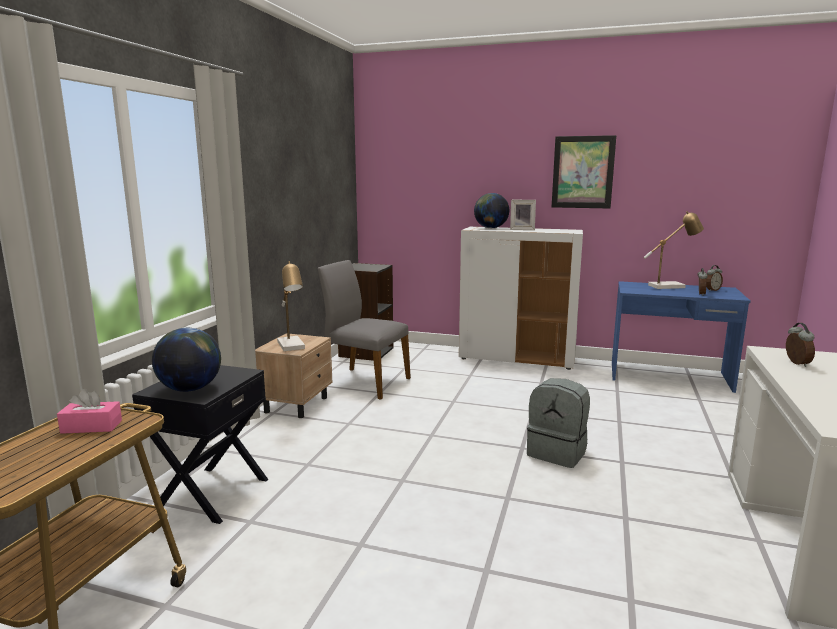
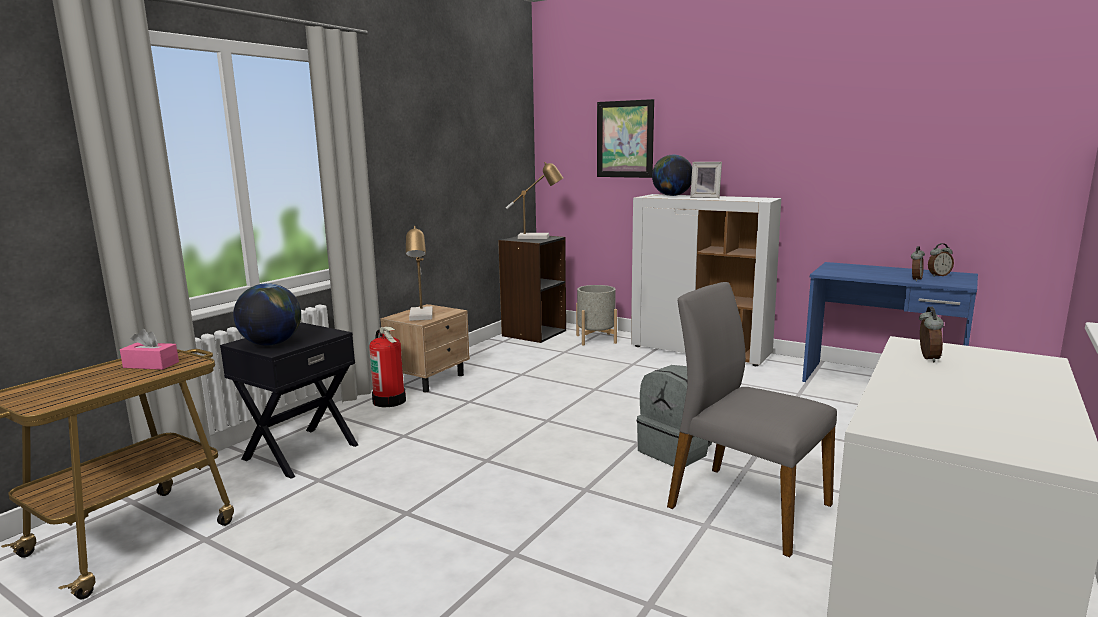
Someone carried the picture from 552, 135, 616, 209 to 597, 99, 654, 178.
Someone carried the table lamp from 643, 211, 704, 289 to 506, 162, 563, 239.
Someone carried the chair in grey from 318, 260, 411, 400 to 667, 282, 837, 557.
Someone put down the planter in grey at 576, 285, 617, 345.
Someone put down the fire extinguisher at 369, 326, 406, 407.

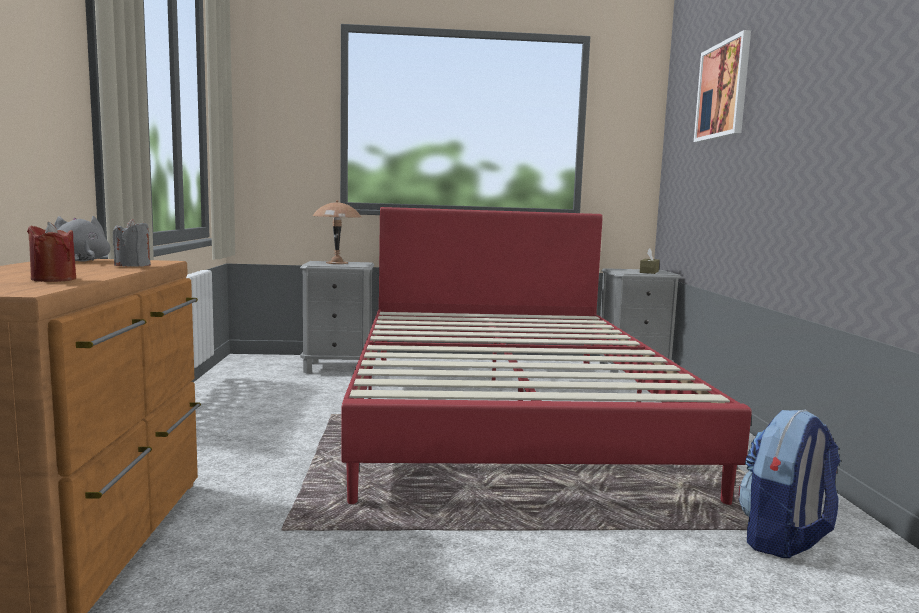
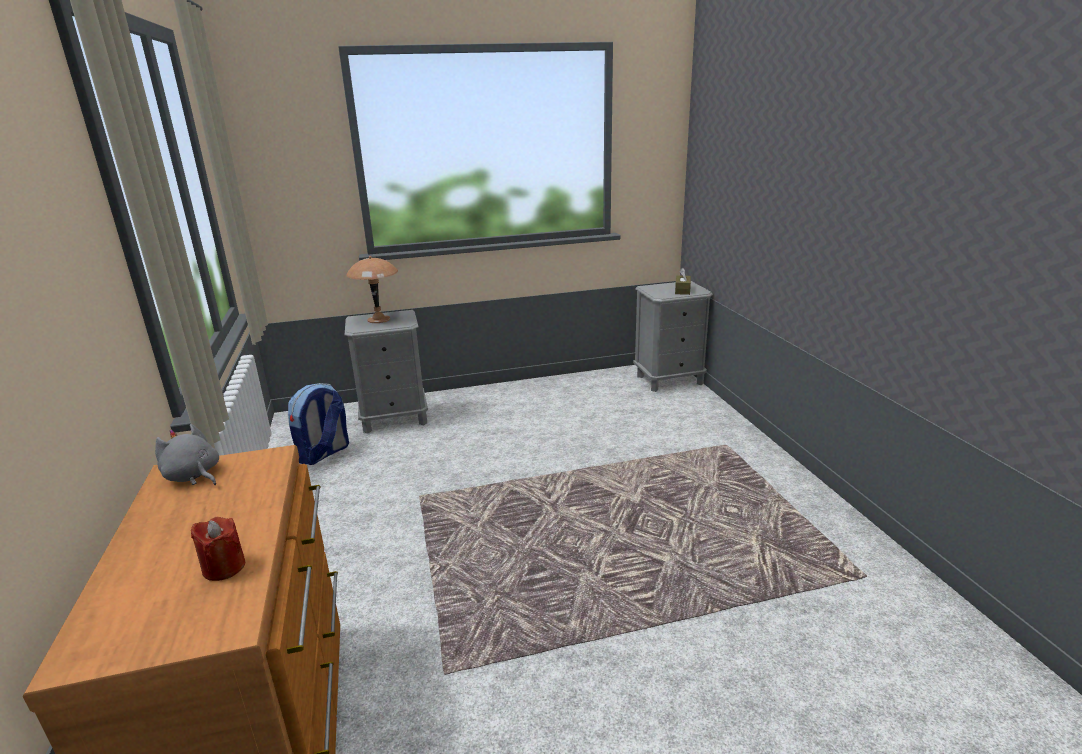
Someone took away the picture at 694, 30, 751, 143.
Someone took away the bed in red at 341, 207, 752, 505.
Someone took away the candle in grey at 113, 219, 151, 267.
Someone carried the backpack from 738, 410, 840, 558 to 288, 383, 349, 465.

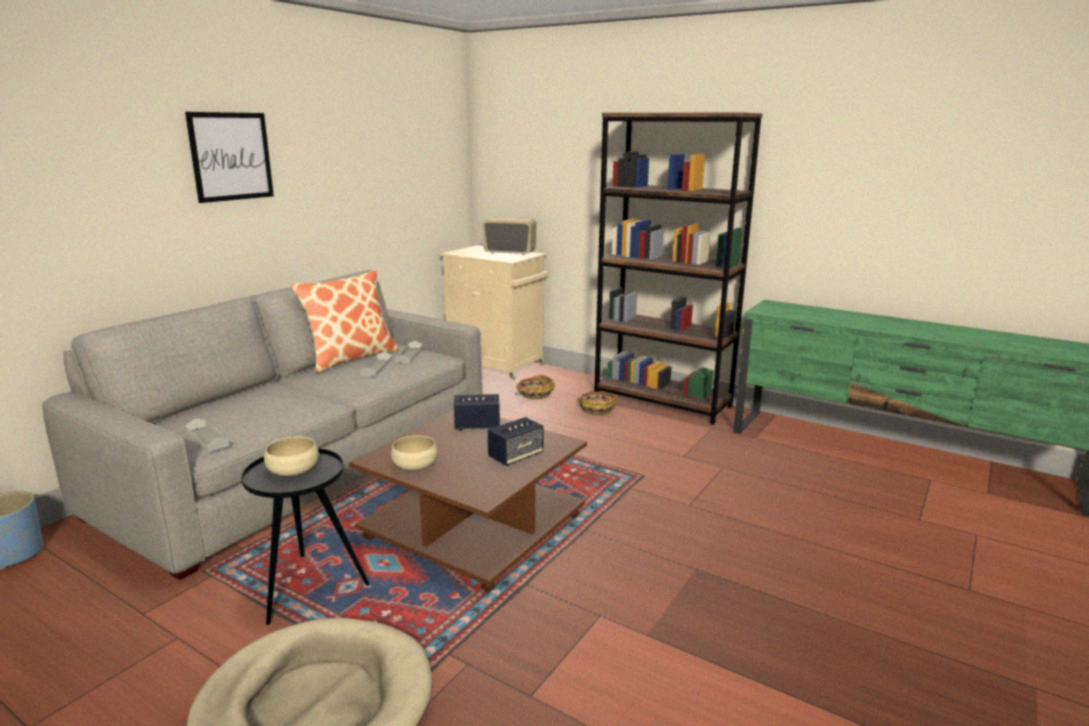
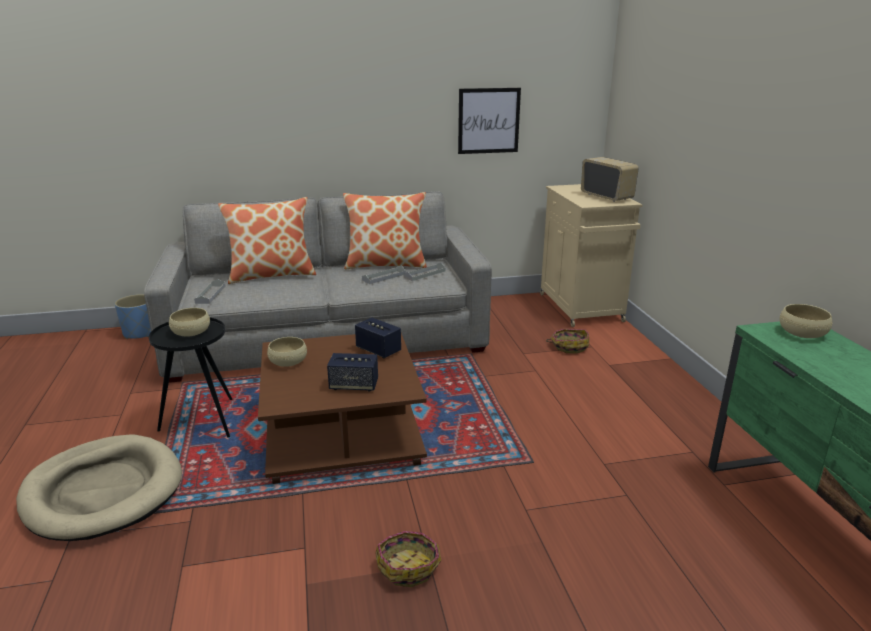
Someone carried the picture from 185, 112, 274, 203 to 458, 88, 521, 154.
Someone took away the bookcase in brown at 594, 113, 763, 425.
Someone carried the basket from 577, 392, 617, 415 to 375, 531, 442, 587.
Someone put down the pillow at 218, 197, 316, 284.
Someone put down the bowl in beige at 780, 304, 832, 338.

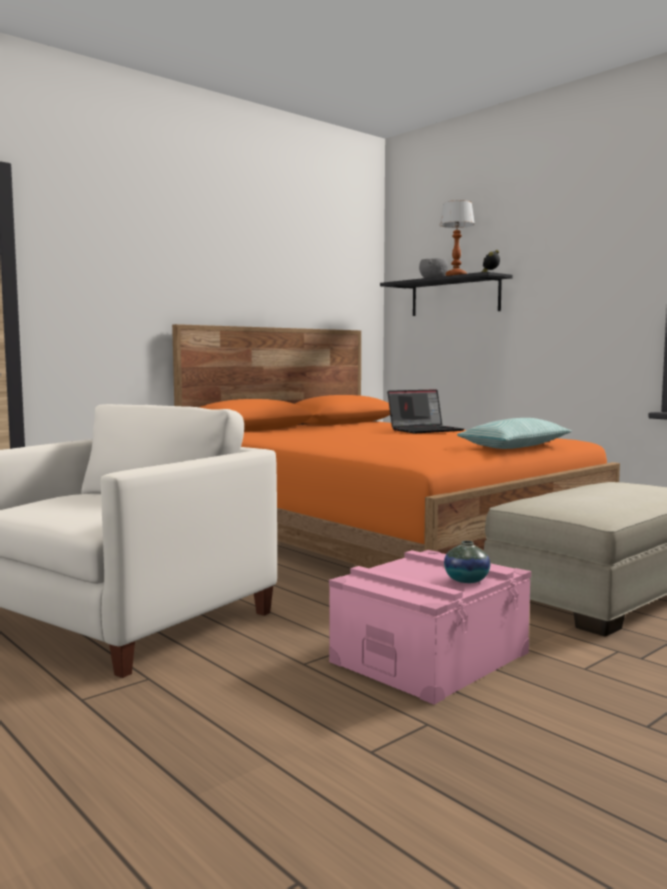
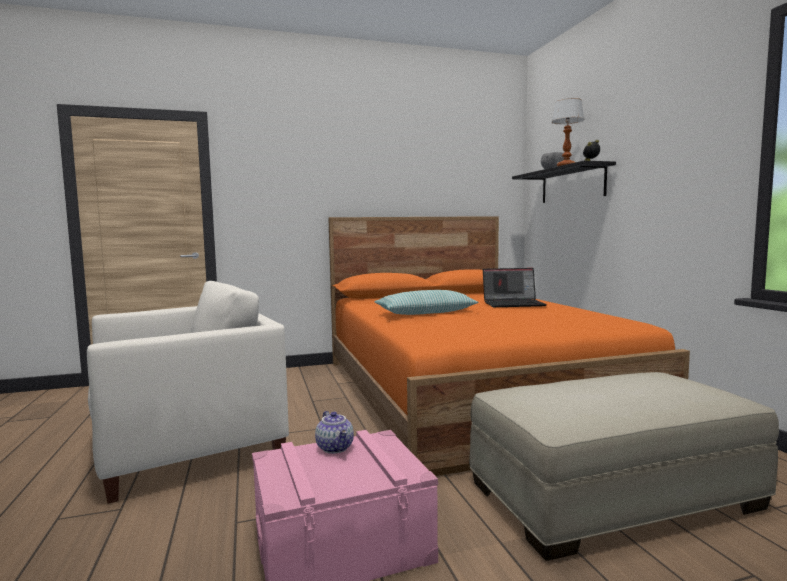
Someone carried the pillow from 457, 418, 572, 449 to 375, 290, 479, 315.
Someone took away the vase at 444, 541, 490, 583.
Someone put down the teapot at 315, 411, 354, 454.

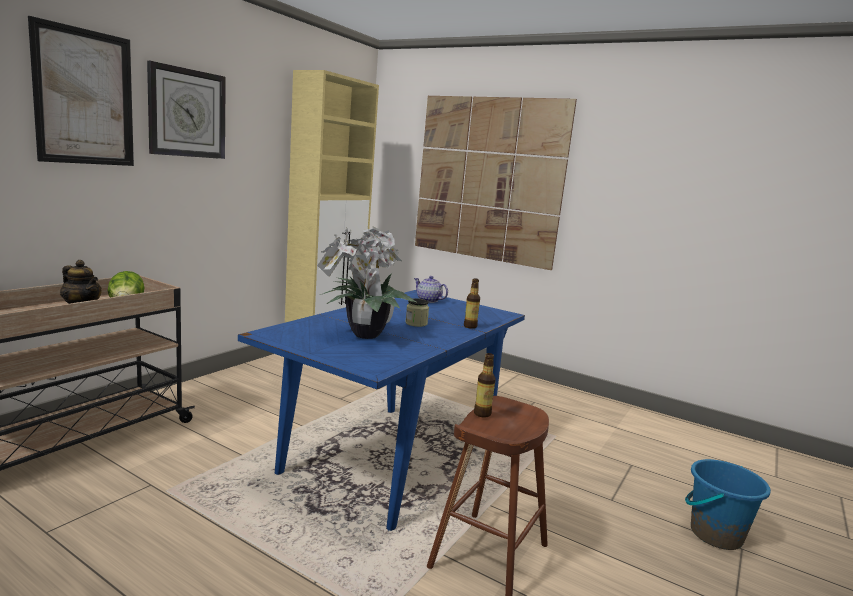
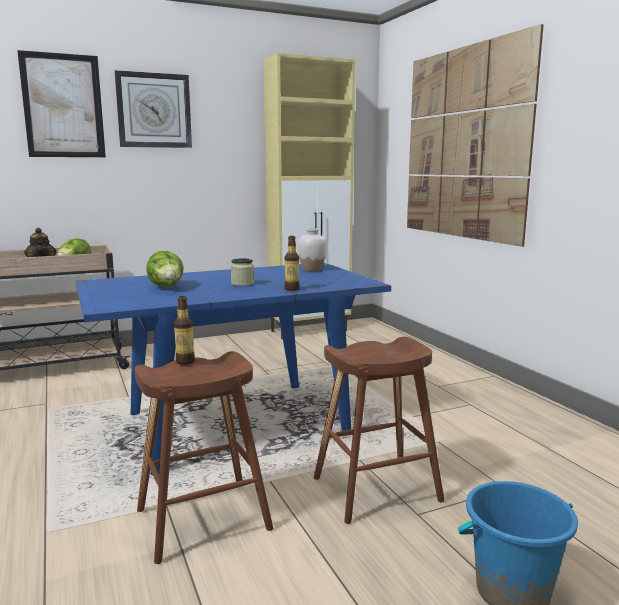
Someone swapped the potted plant at 317, 226, 416, 339 for the lettuce at 146, 251, 184, 287.
Someone swapped the teapot at 414, 276, 448, 303 for the vase in white at 298, 228, 327, 271.
Someone put down the stool in brown at 314, 337, 444, 524.

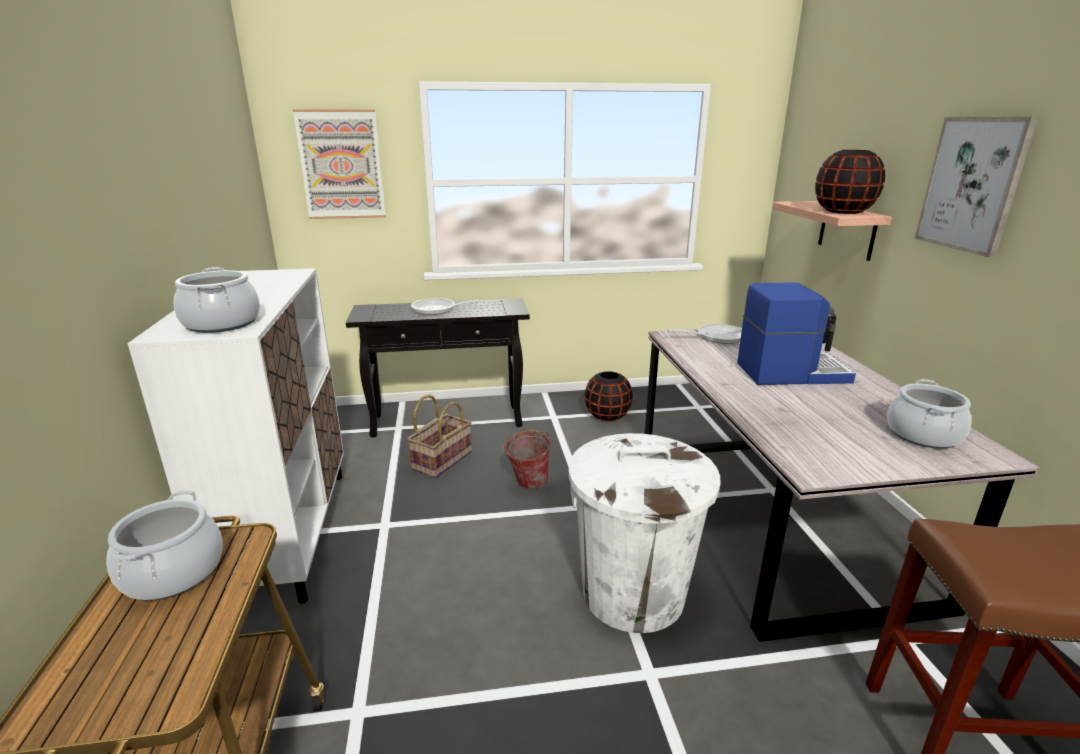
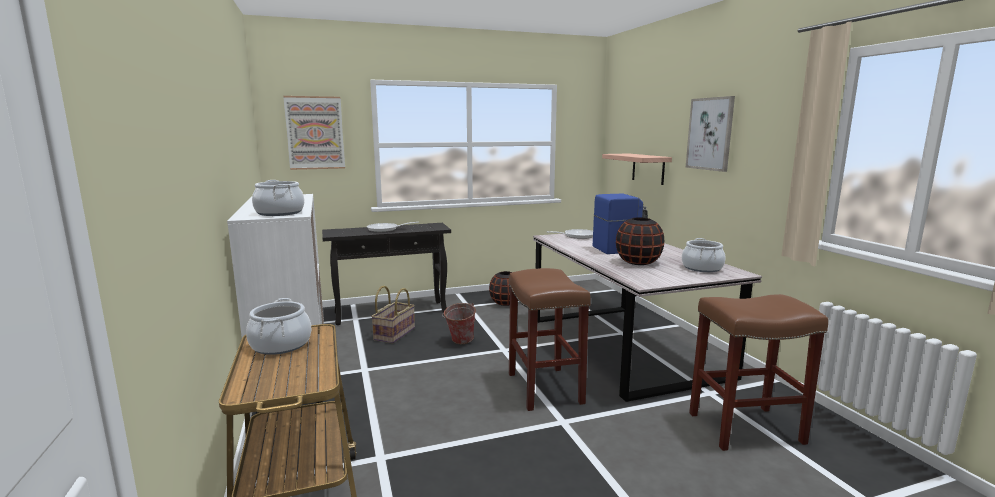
Someone carried the vase in black from 815, 150, 885, 214 to 616, 218, 665, 265.
Someone swapped the trash can in white at 569, 433, 721, 633 for the stool in brown at 509, 268, 591, 411.

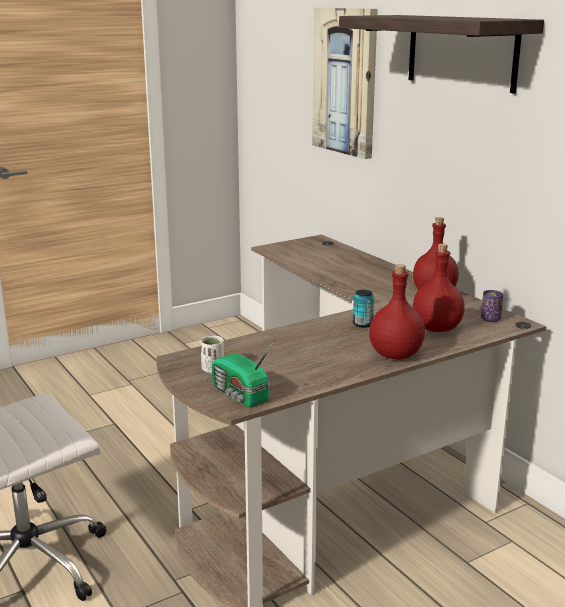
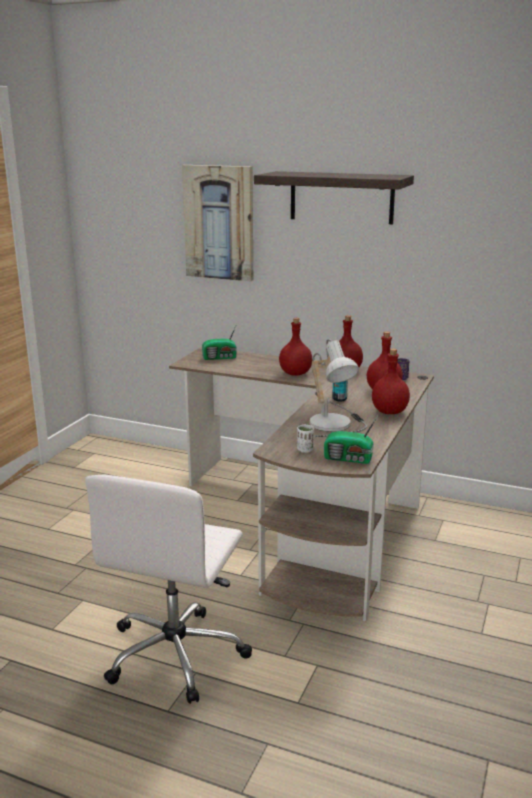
Someone put down the bottle in red at 279, 318, 312, 376.
Someone put down the radio at 202, 324, 237, 360.
Someone put down the table lamp at 297, 339, 367, 437.

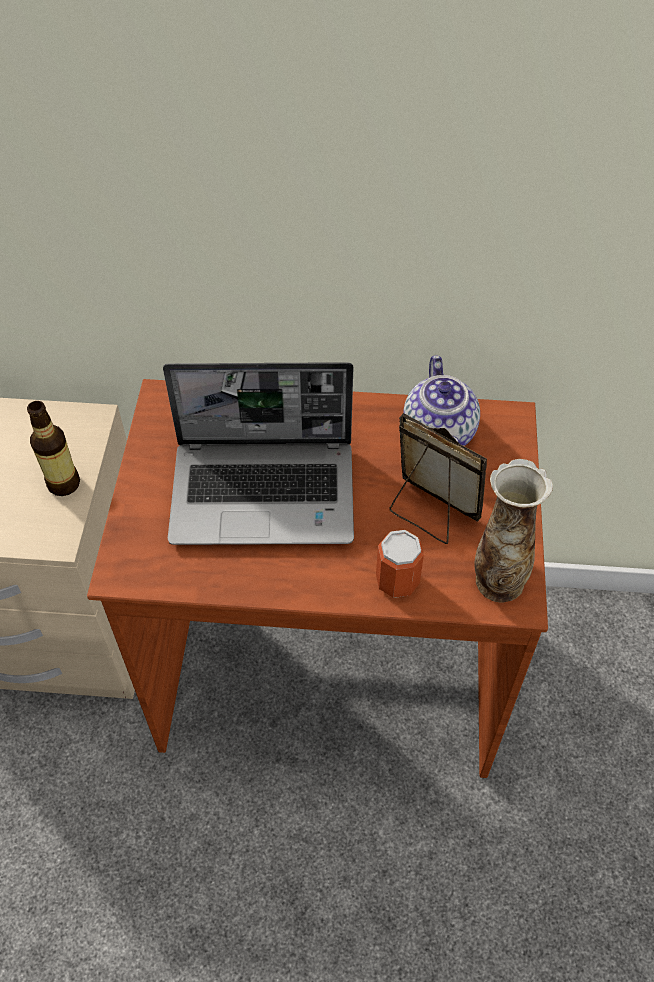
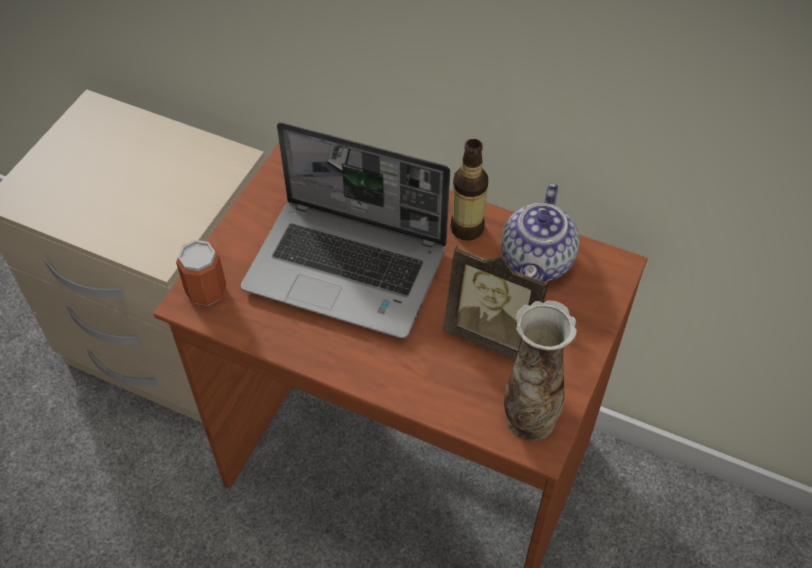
Someone carried the bottle from 27, 401, 80, 496 to 450, 139, 488, 241.
Someone rotated the picture frame at 389, 413, 487, 544 by 150 degrees clockwise.
Someone carried the can from 376, 530, 424, 598 to 176, 240, 227, 306.

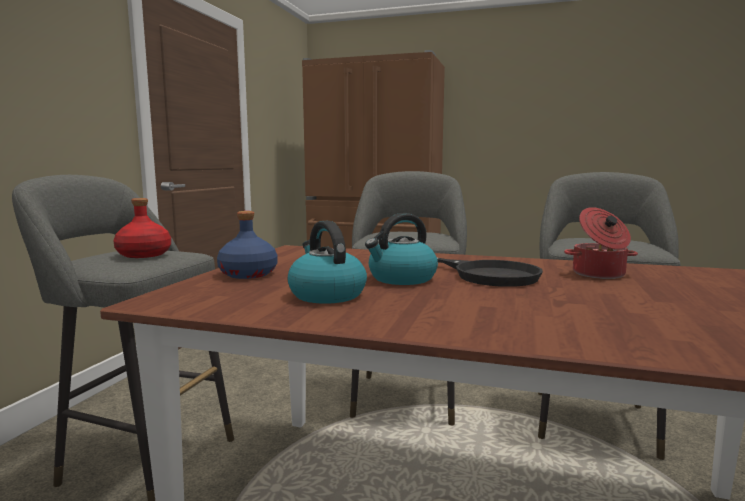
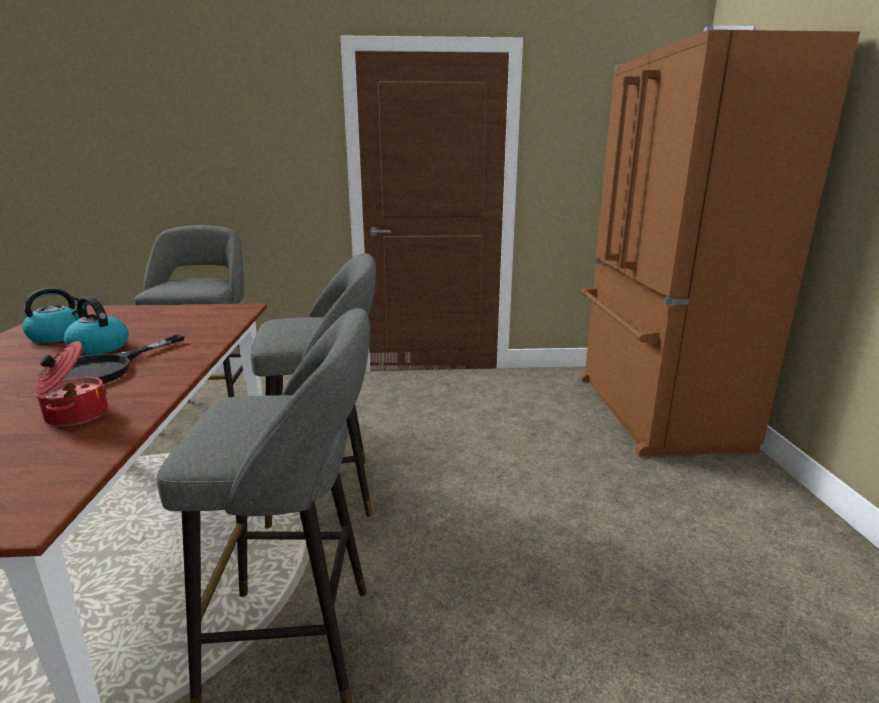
Someone took away the bottle in red at 113, 198, 171, 258.
Someone took away the bottle in blue at 217, 211, 278, 279.

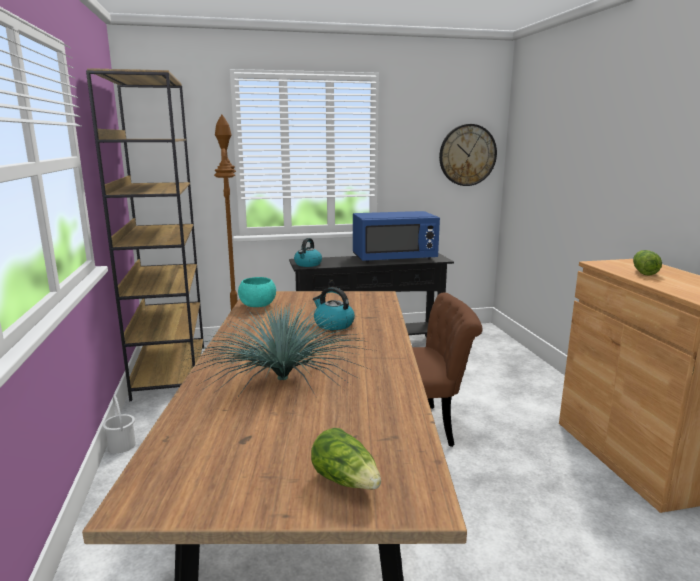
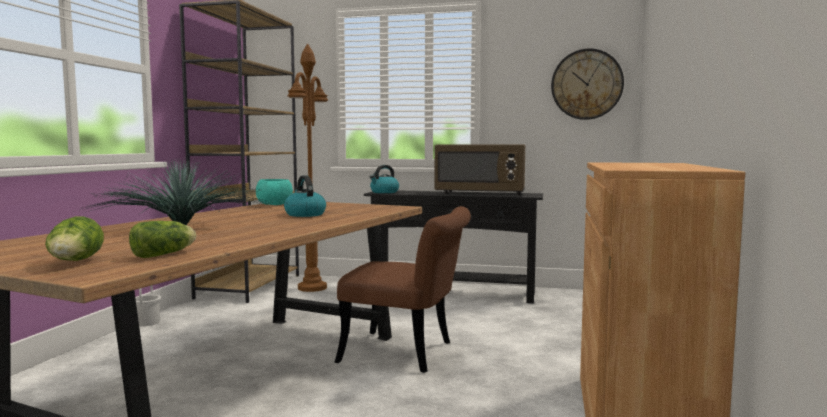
Someone repainted the microwave in blue at 353, 211, 440, 263, which became the microwave in brown at 434, 144, 525, 196.
Someone carried the lettuce from 633, 250, 662, 275 to 129, 221, 196, 258.

